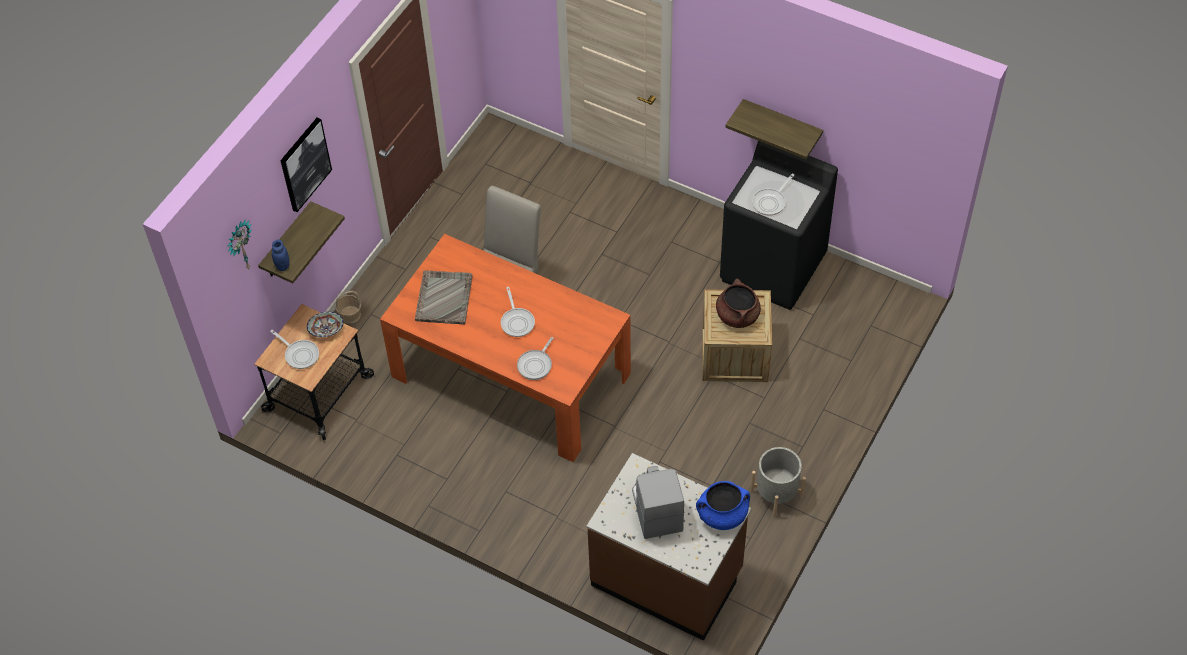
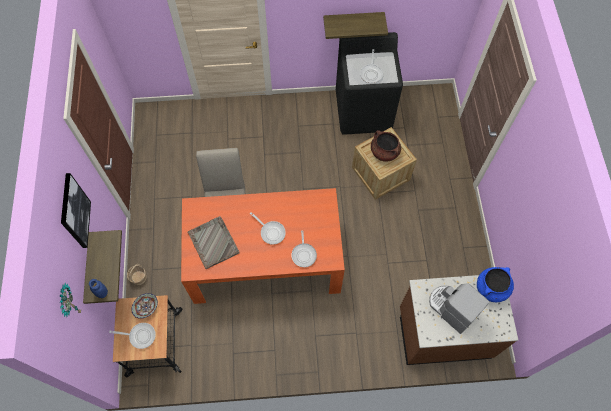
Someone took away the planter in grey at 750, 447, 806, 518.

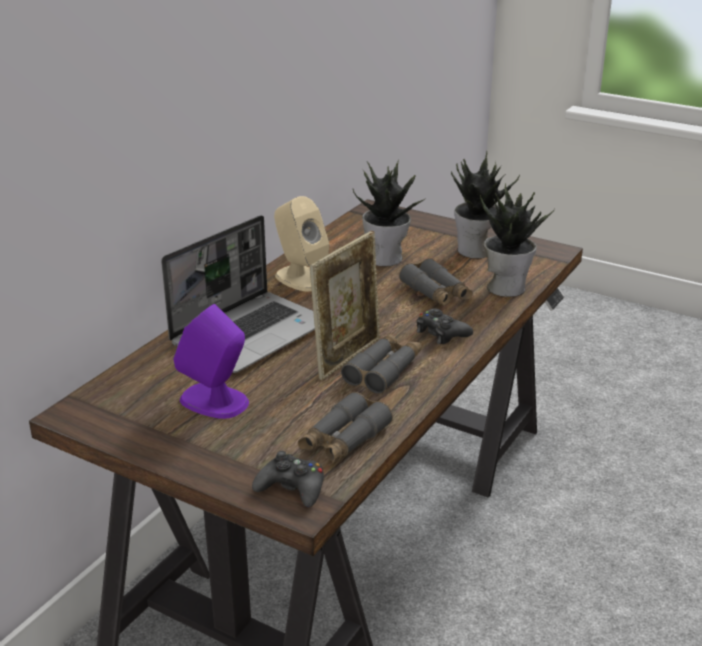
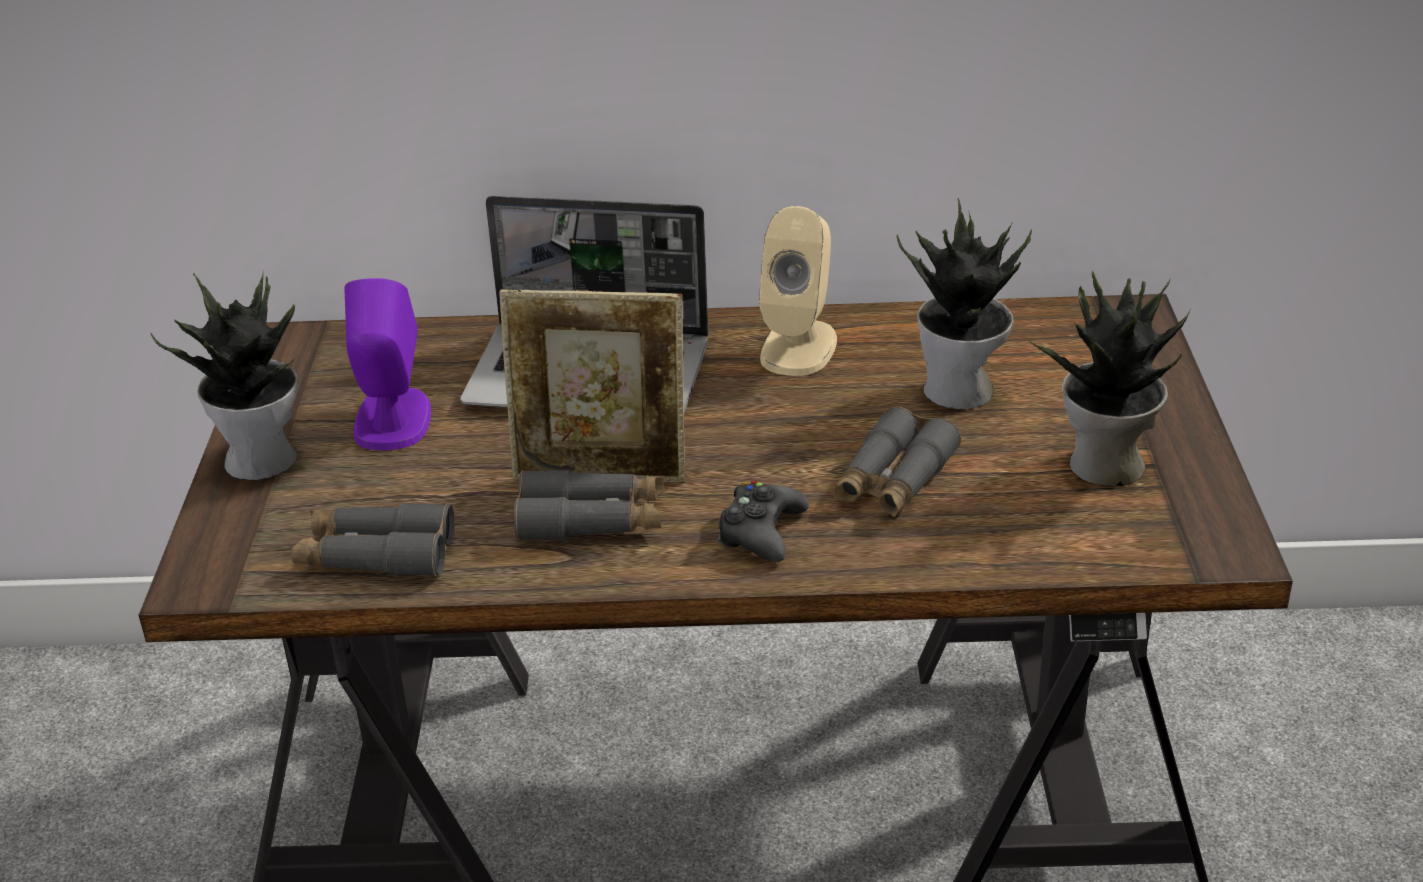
Someone carried the potted plant from 480, 183, 555, 297 to 151, 273, 298, 480.
Someone took away the game controller in black at 252, 451, 324, 507.

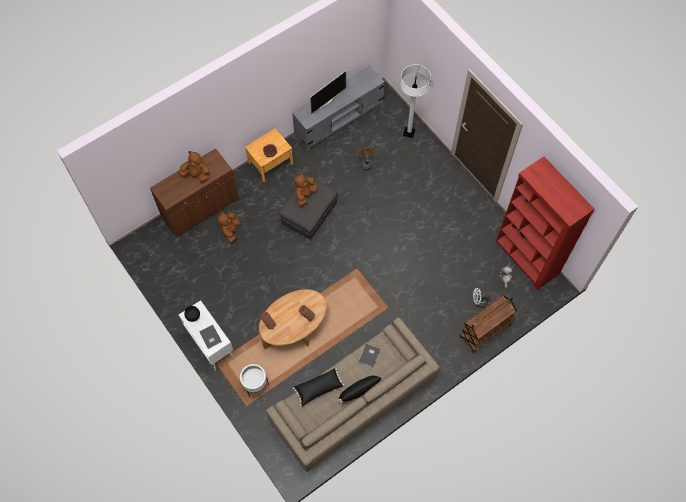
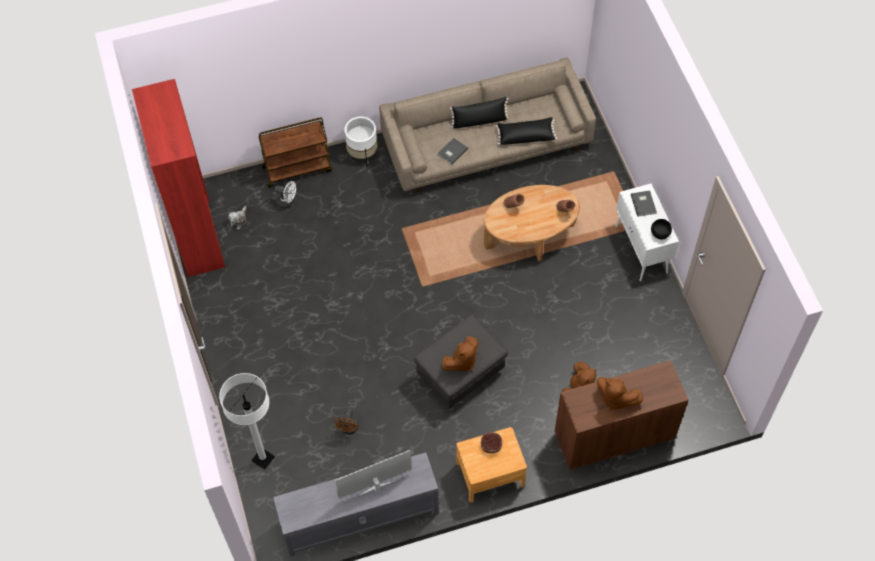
Someone carried the planter in white from 240, 364, 269, 397 to 344, 116, 377, 165.

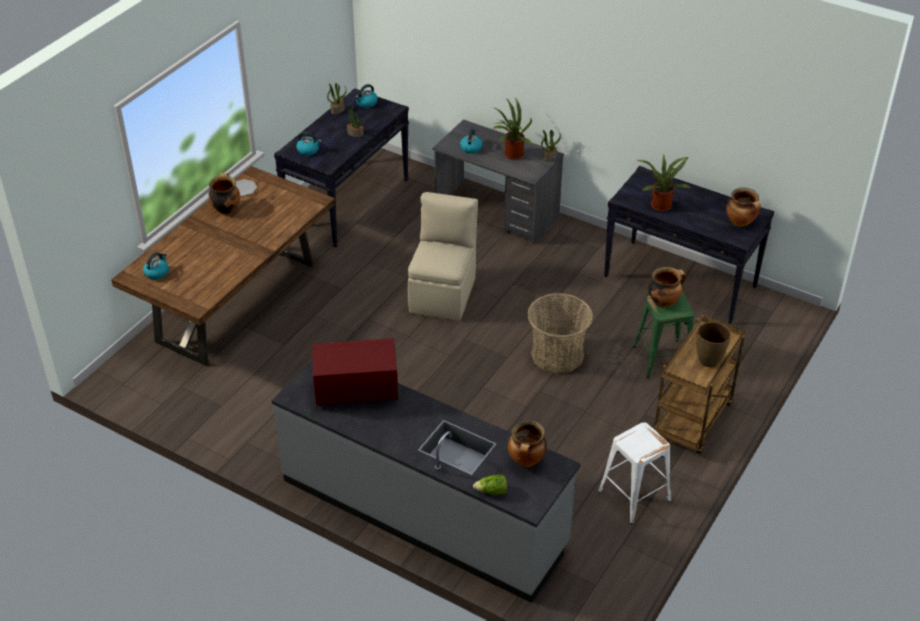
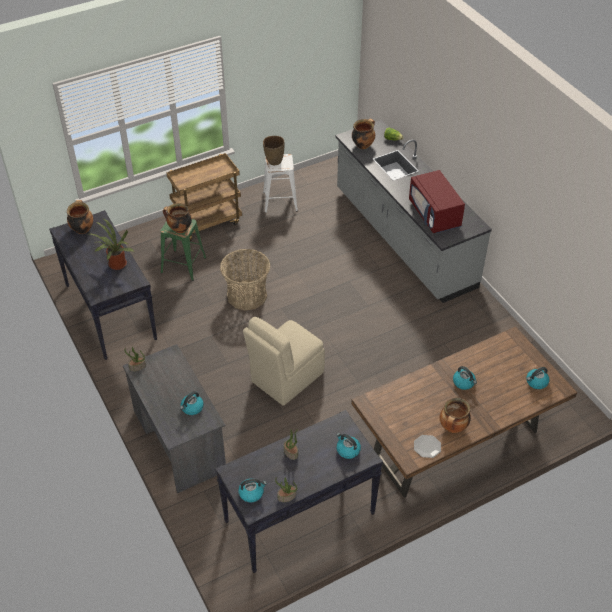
Someone took away the potted plant at 493, 98, 532, 160.
Someone carried the vase in brown from 696, 322, 731, 367 to 263, 136, 284, 165.
Someone rotated the microwave in red at 312, 338, 398, 407 by 45 degrees clockwise.
Someone put down the kettle at 453, 366, 477, 390.

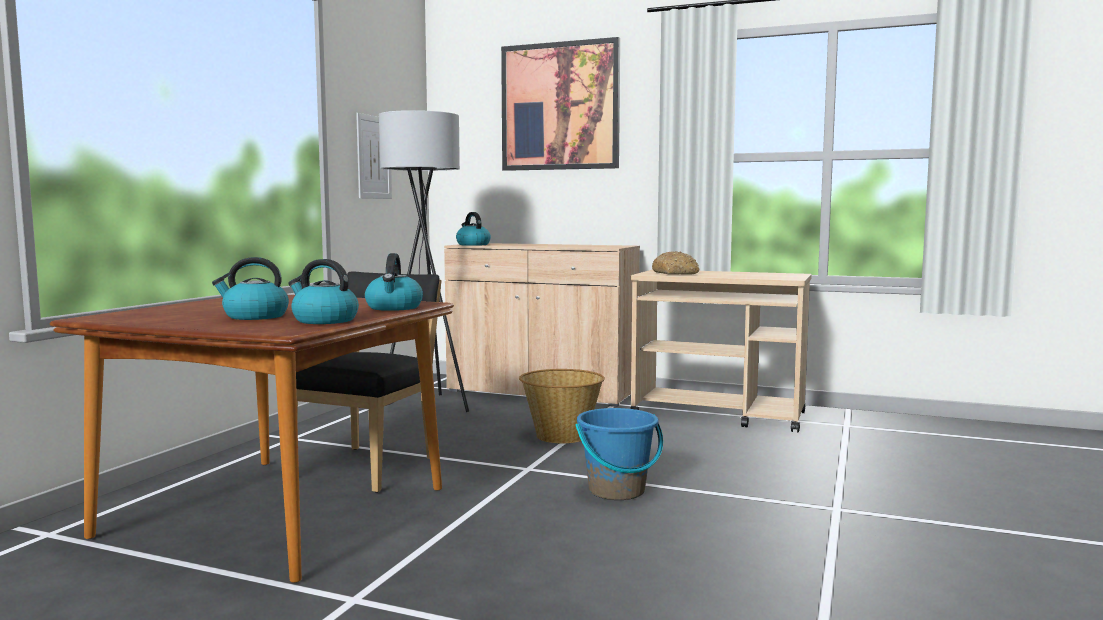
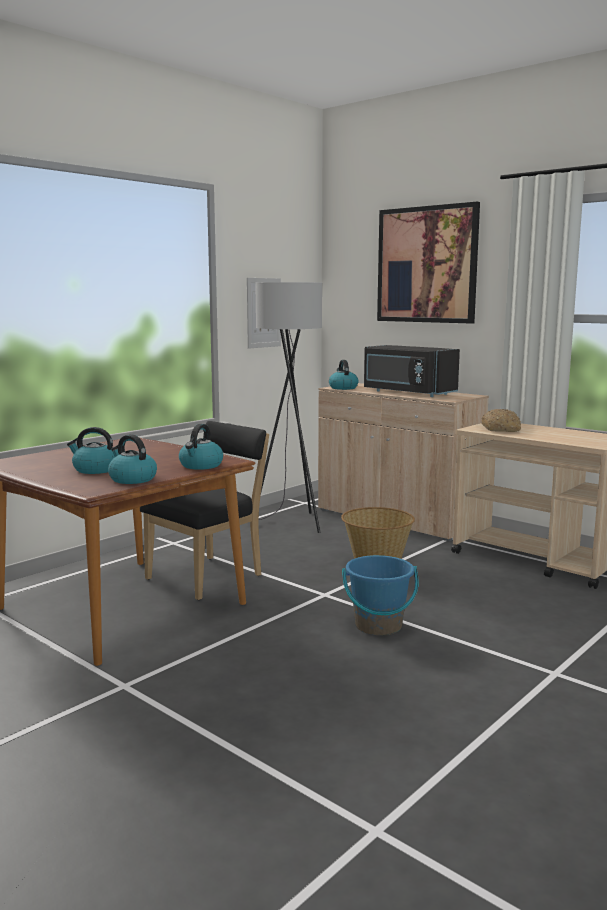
Someone put down the microwave in black at 364, 345, 460, 397.

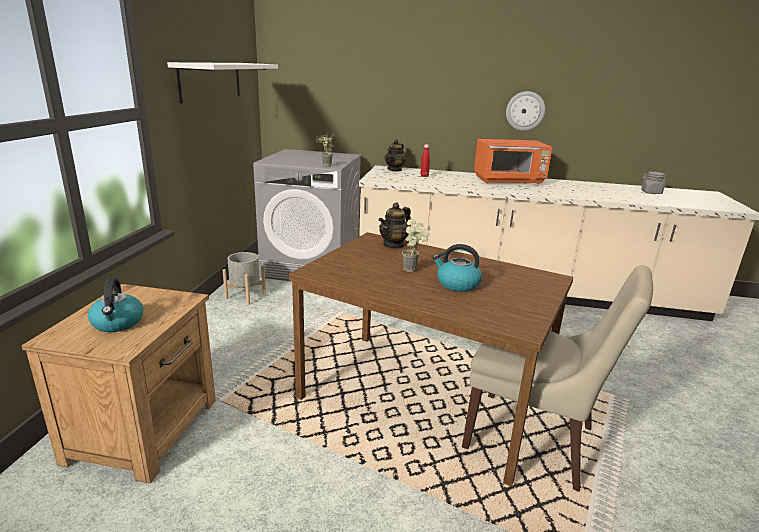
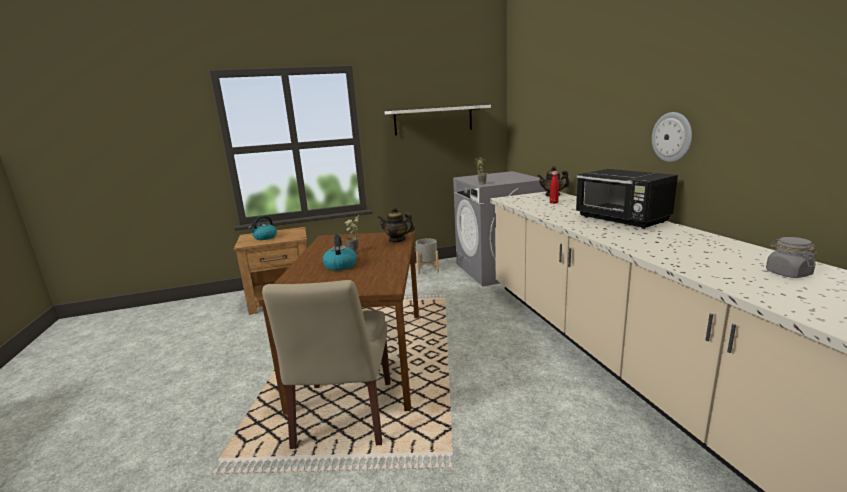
Someone repainted the microwave in orange at 474, 139, 552, 184, which became the microwave in black at 576, 169, 678, 229.

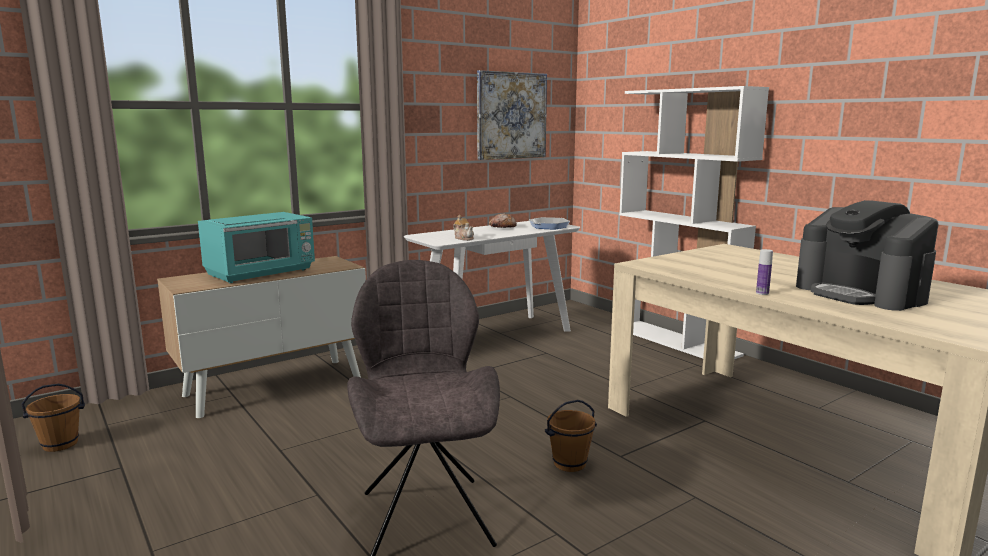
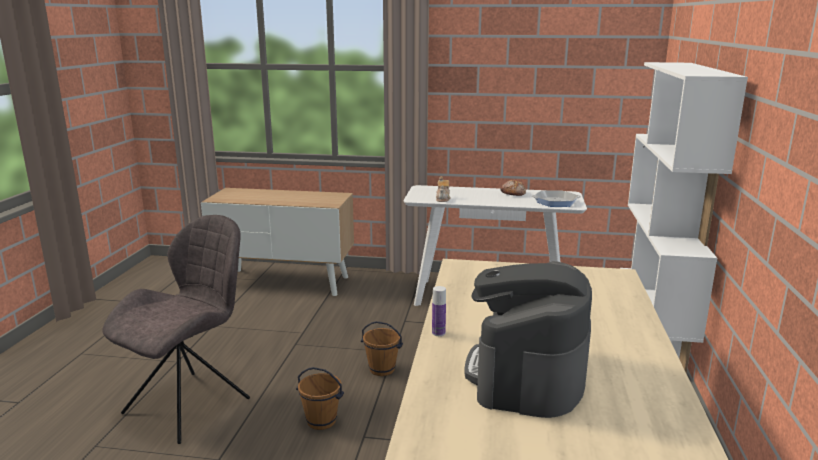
Someone took away the picture at 477, 70, 547, 160.
Someone took away the microwave in turquoise at 198, 212, 315, 283.
Someone carried the bucket in brown from 21, 384, 85, 452 to 361, 321, 403, 376.

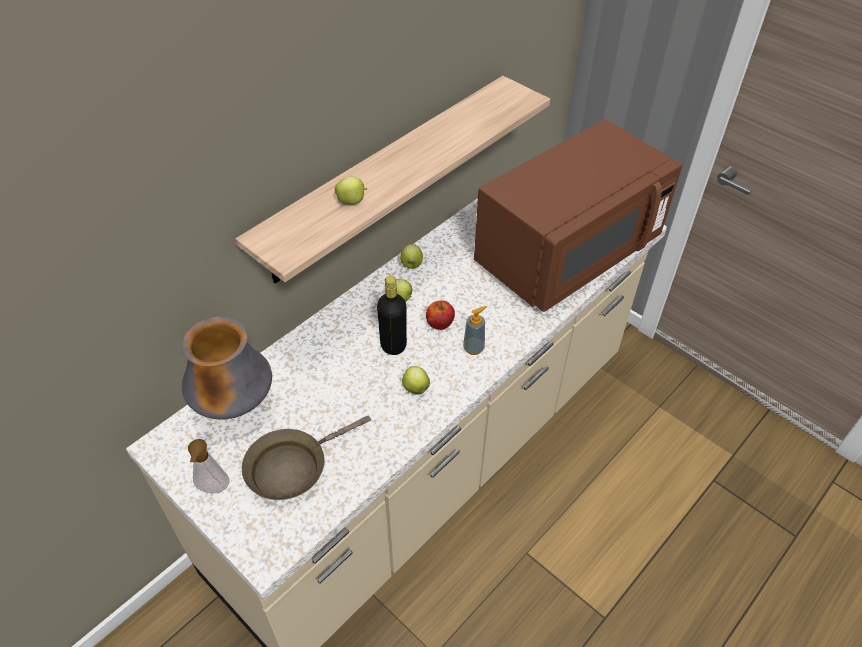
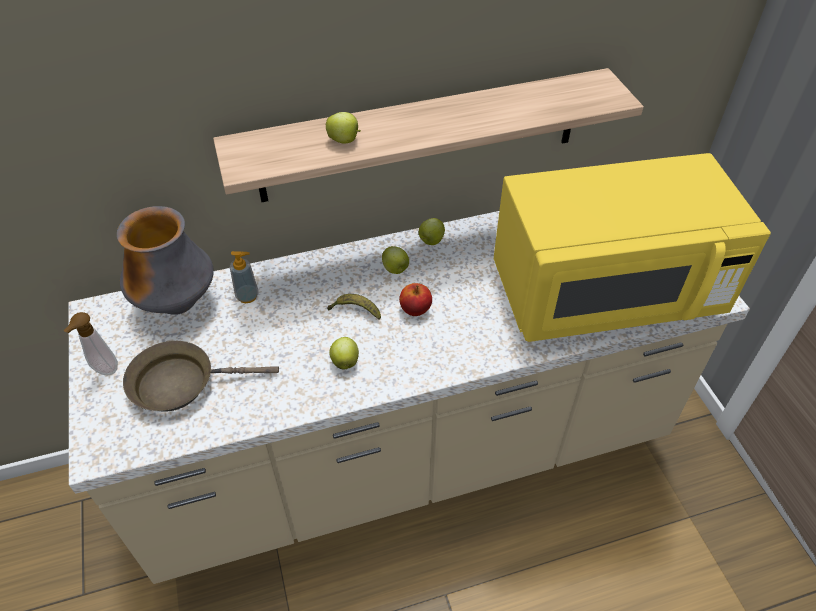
Someone repainted the microwave in brown at 474, 120, 683, 312, which became the microwave in yellow at 494, 153, 771, 342.
Someone swapped the bottle in black at 377, 276, 407, 355 for the banana at 327, 294, 381, 320.
Someone carried the soap dispenser from 463, 306, 487, 355 to 230, 251, 259, 303.

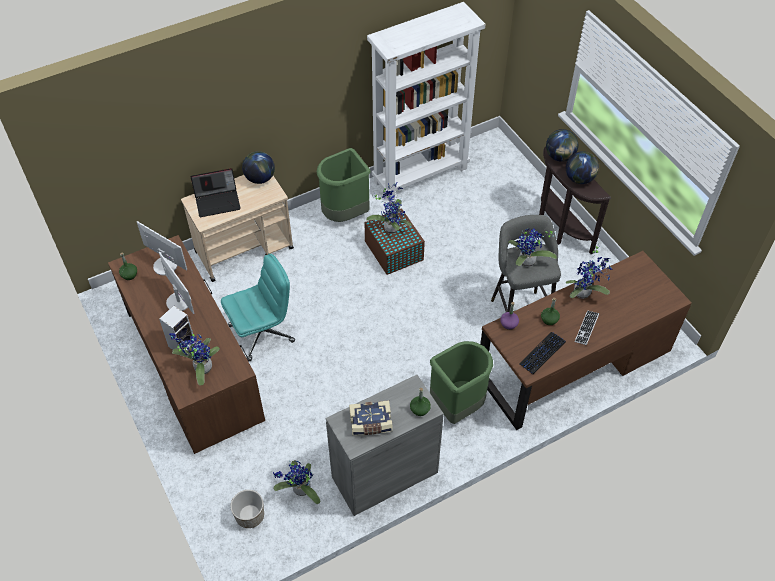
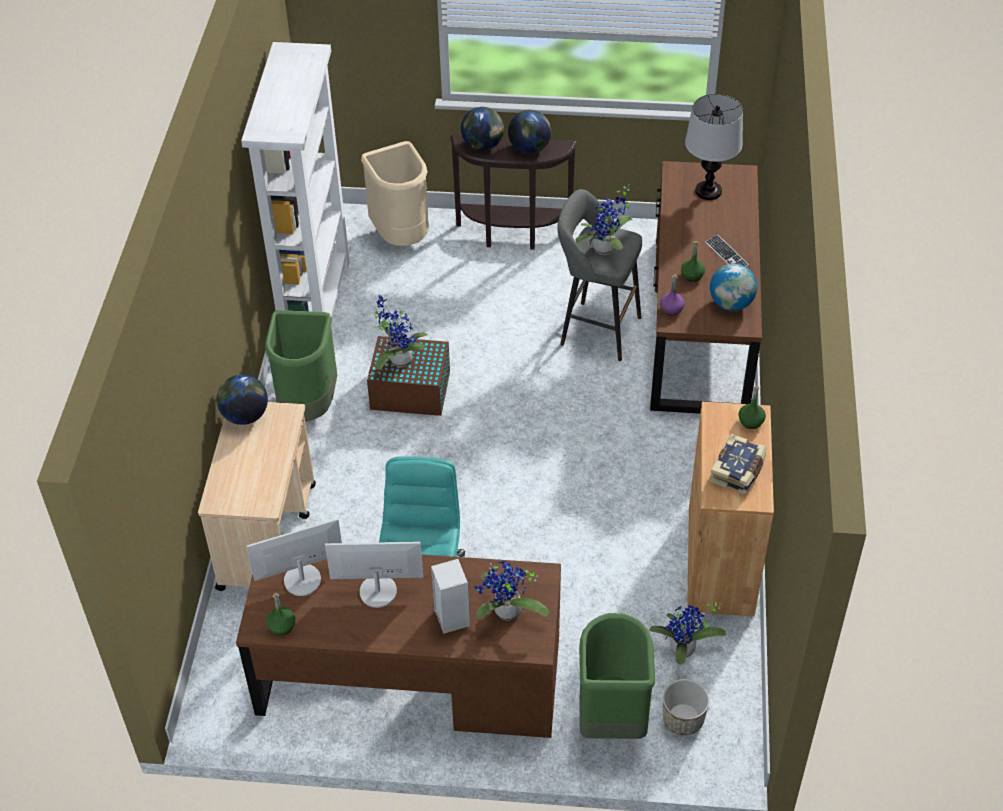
Someone took away the laptop at 190, 168, 241, 217.
Someone took away the potted plant at 566, 244, 612, 299.
Someone swapped the keyboard at 520, 332, 566, 375 for the globe at 710, 264, 757, 311.
Someone carried the trash can in green from 430, 341, 493, 424 to 579, 613, 655, 739.
Someone repainted the cabinet in grey at 325, 375, 444, 516, which became the cabinet in brown at 687, 402, 774, 616.
Someone put down the table lamp at 685, 94, 743, 200.
Someone put down the trash can in beige at 361, 141, 429, 246.

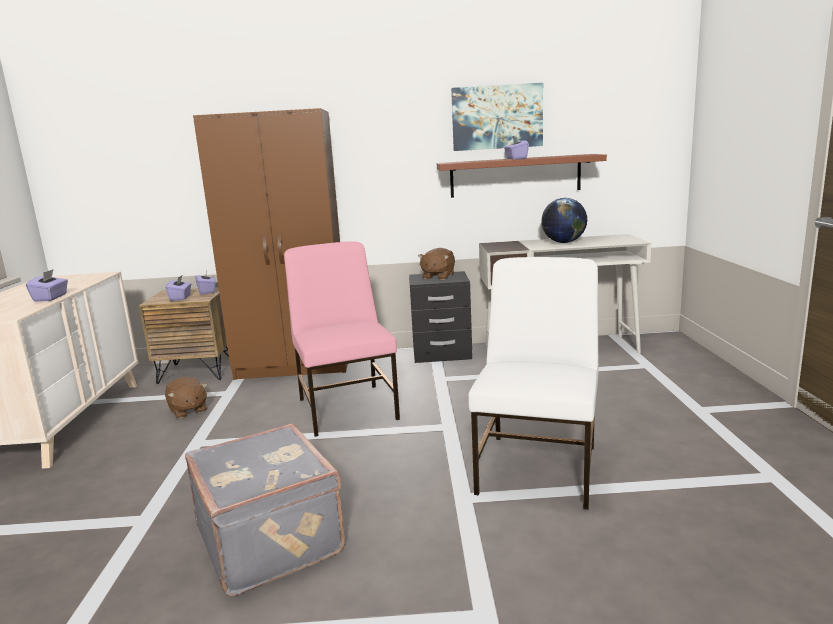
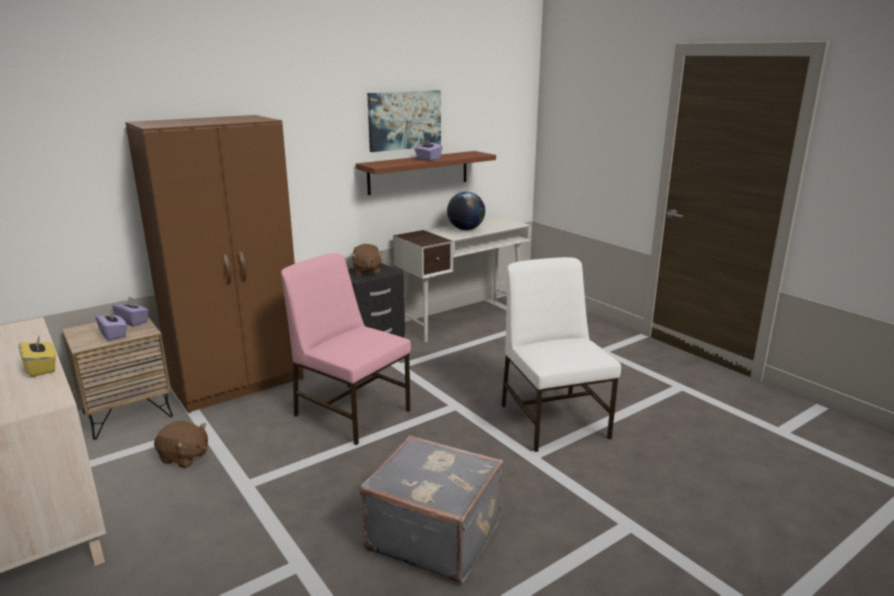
Someone repainted the tissue box in purple at 26, 269, 68, 302, which became the tissue box in yellow at 18, 336, 56, 377.

